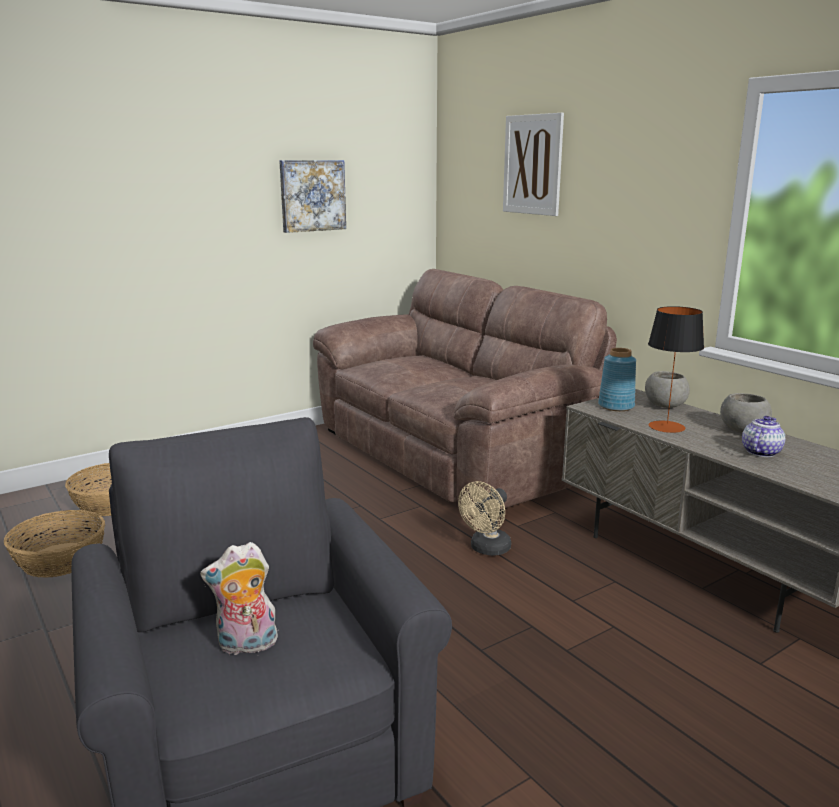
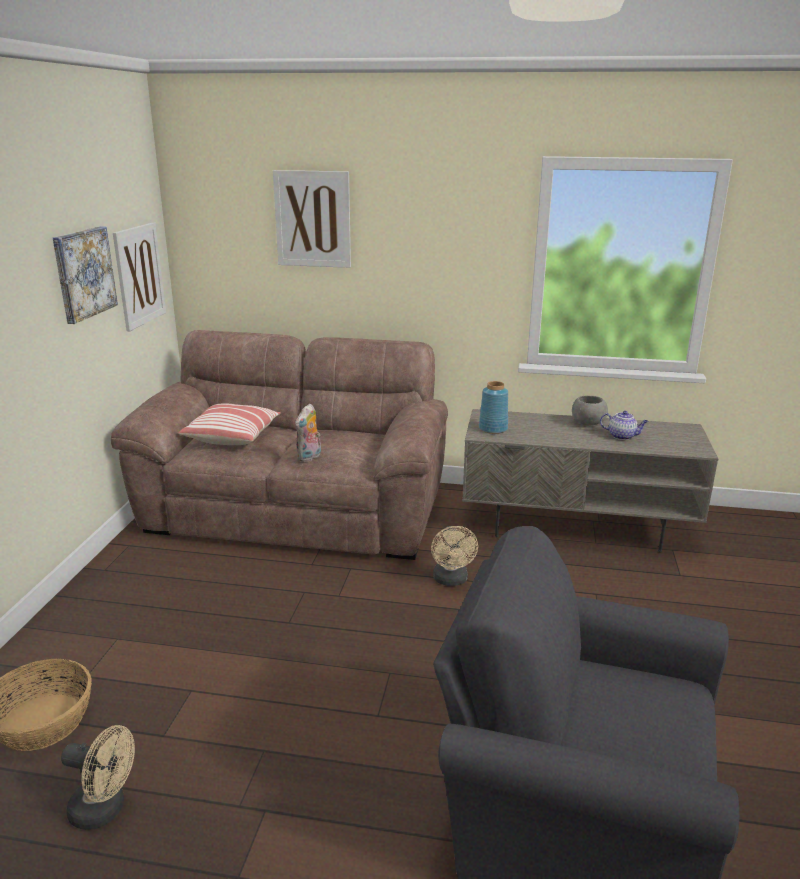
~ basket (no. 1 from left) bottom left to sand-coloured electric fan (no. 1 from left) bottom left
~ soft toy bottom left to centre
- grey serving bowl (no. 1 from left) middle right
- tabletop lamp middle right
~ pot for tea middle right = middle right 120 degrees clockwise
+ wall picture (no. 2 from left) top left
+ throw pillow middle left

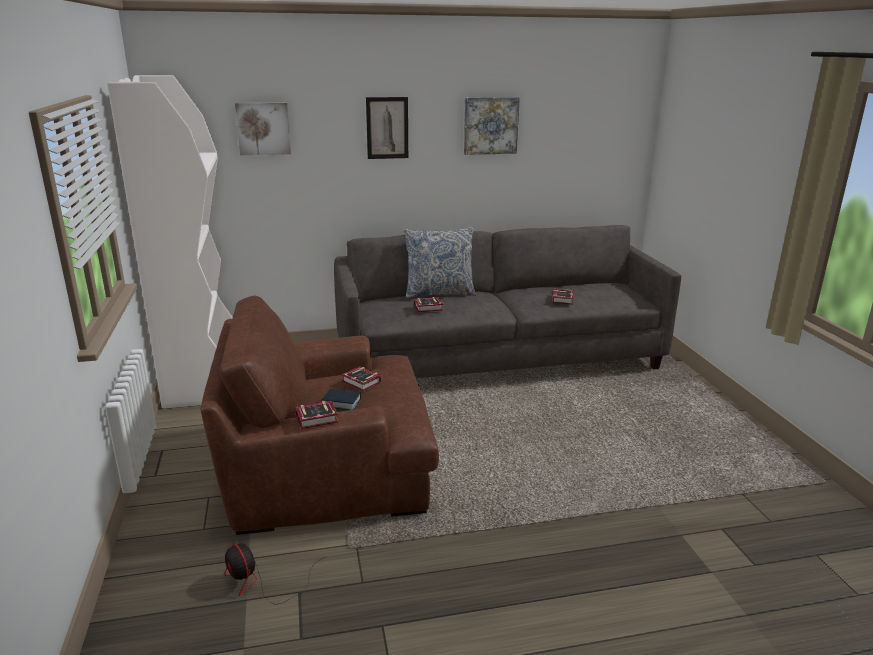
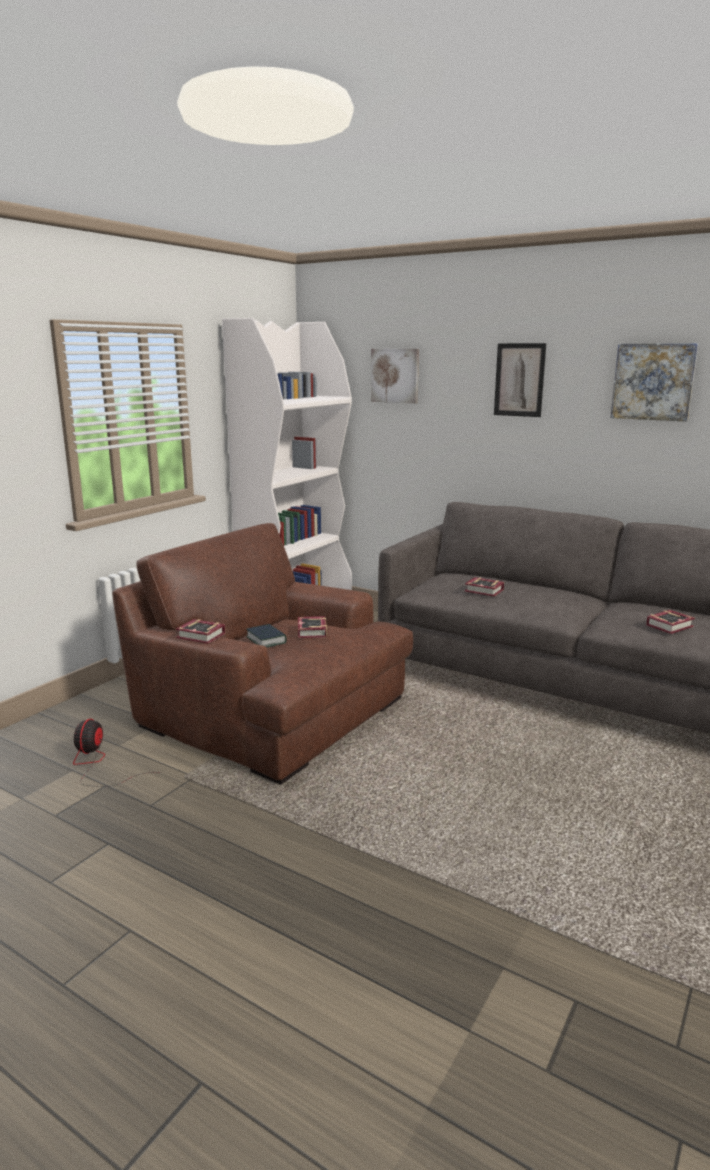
- throw pillow centre

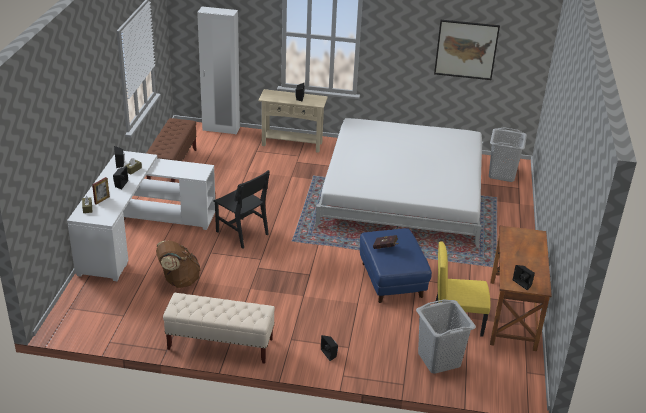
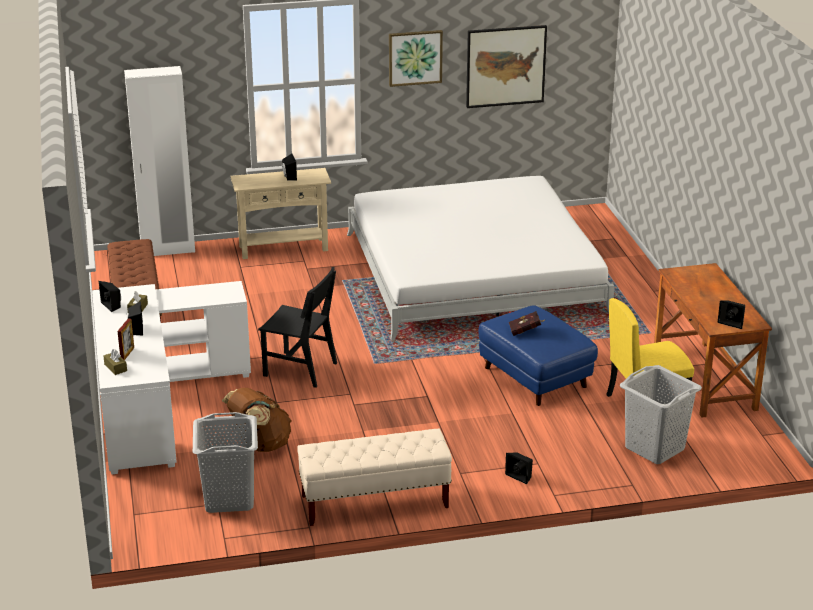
~ grey washing basket (no. 2 from left in the first image) middle right to grey washing basket (no. 1 from left) bottom left
+ wall picture (no. 1 from left) top centre

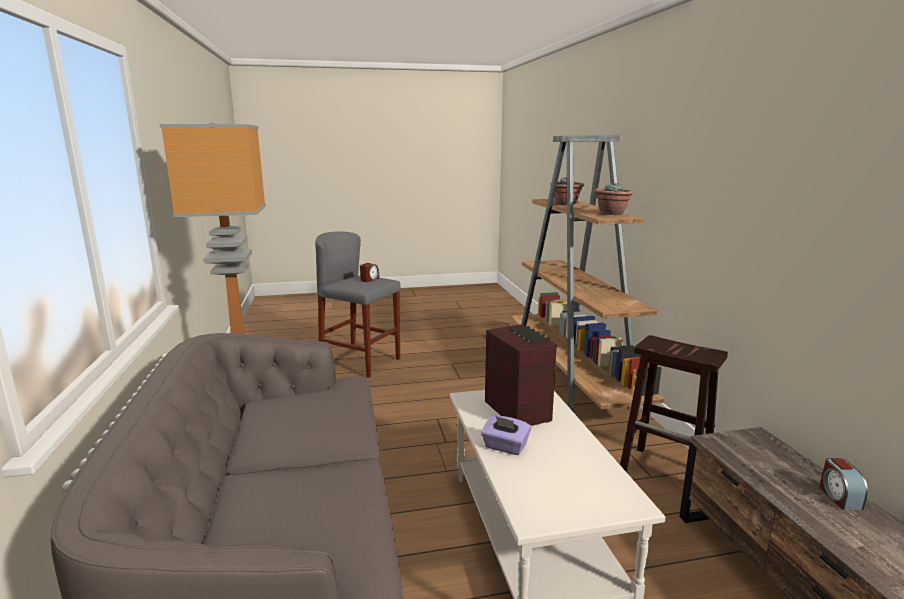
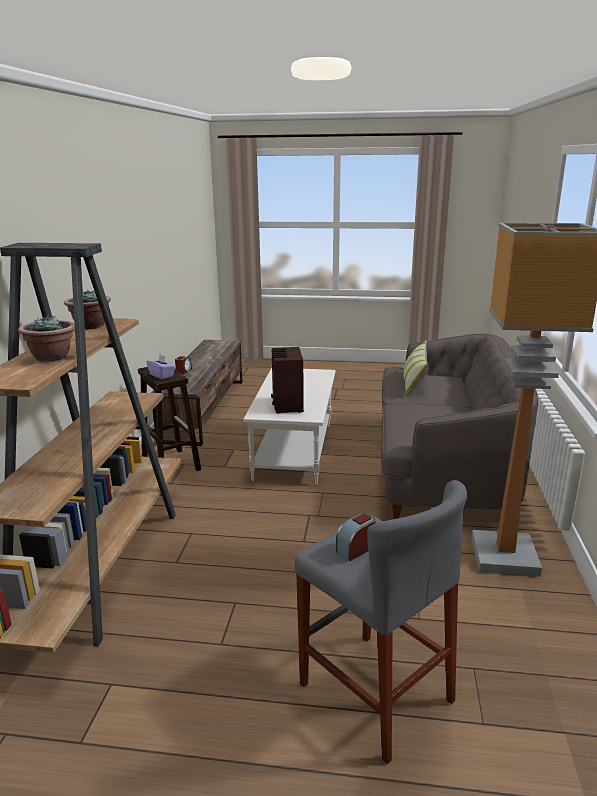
~ purple-coloured box of tissues bottom centre to middle left
+ throw pillow middle right

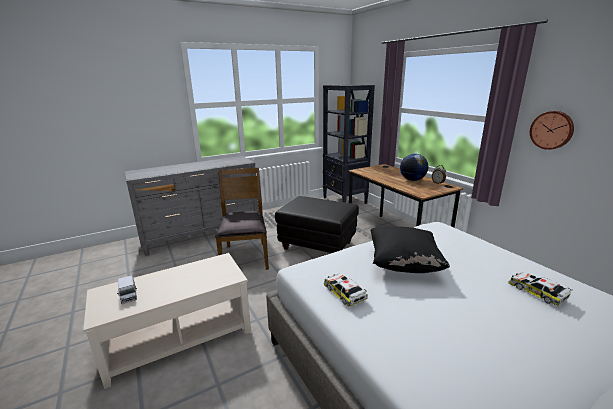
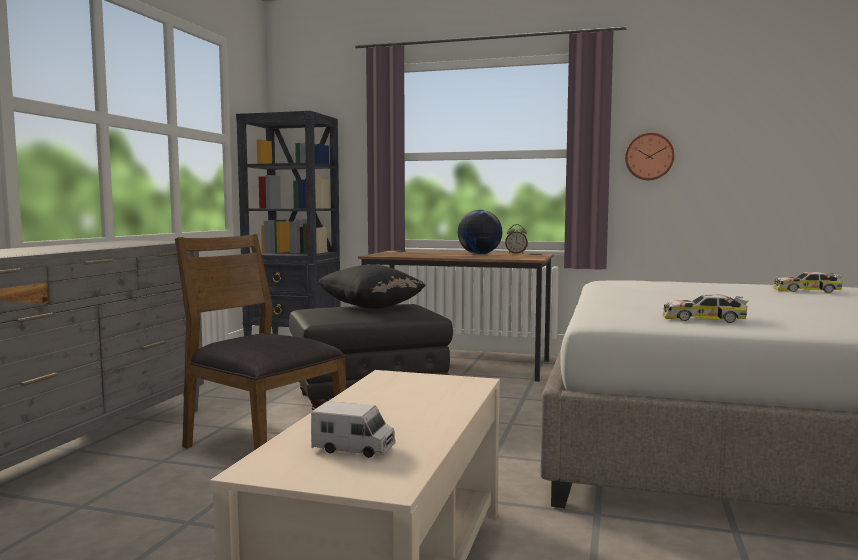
~ blackish throw pillow middle right to centre

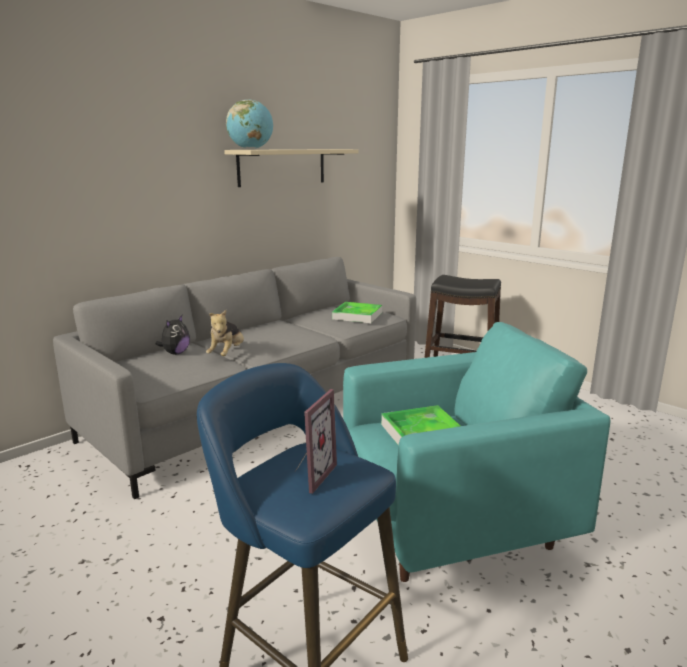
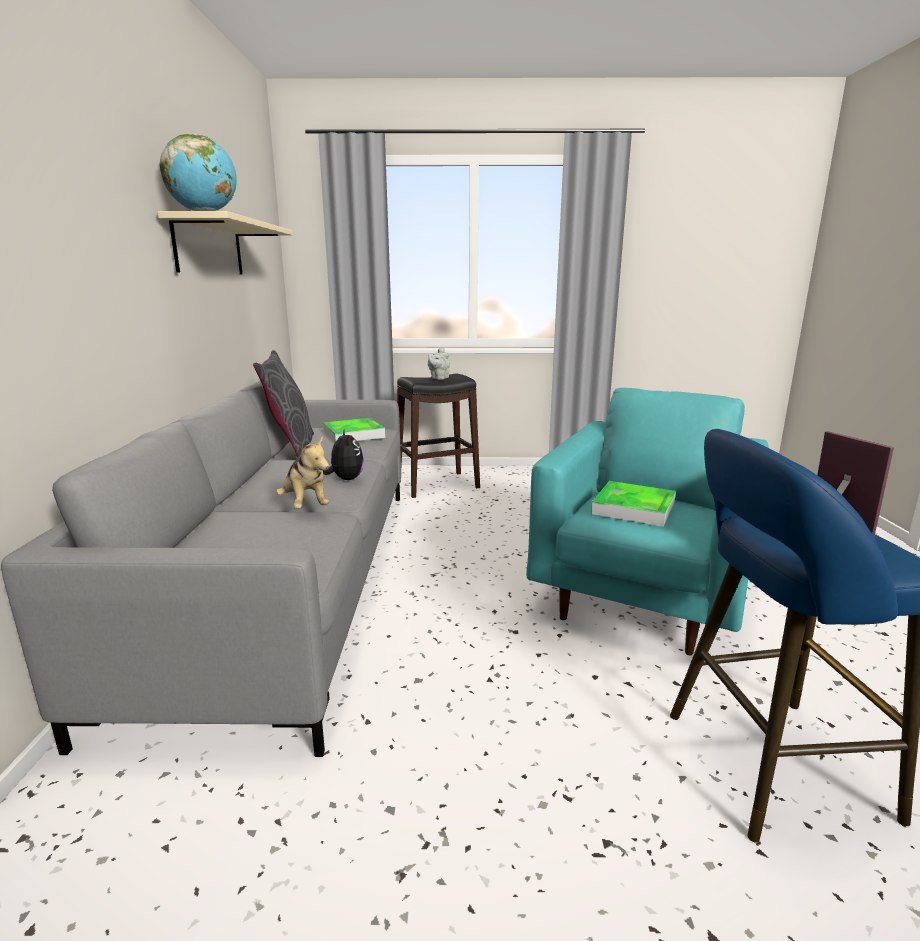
~ soft toy (no. 1 from left in the first image) middle left to soft toy (no. 2 from left) centre
+ grey throw pillow middle left
+ grey pot for tea centre

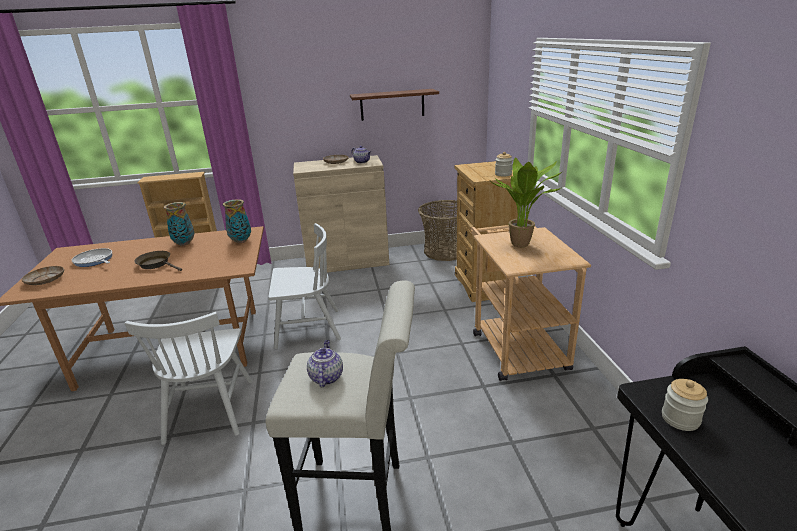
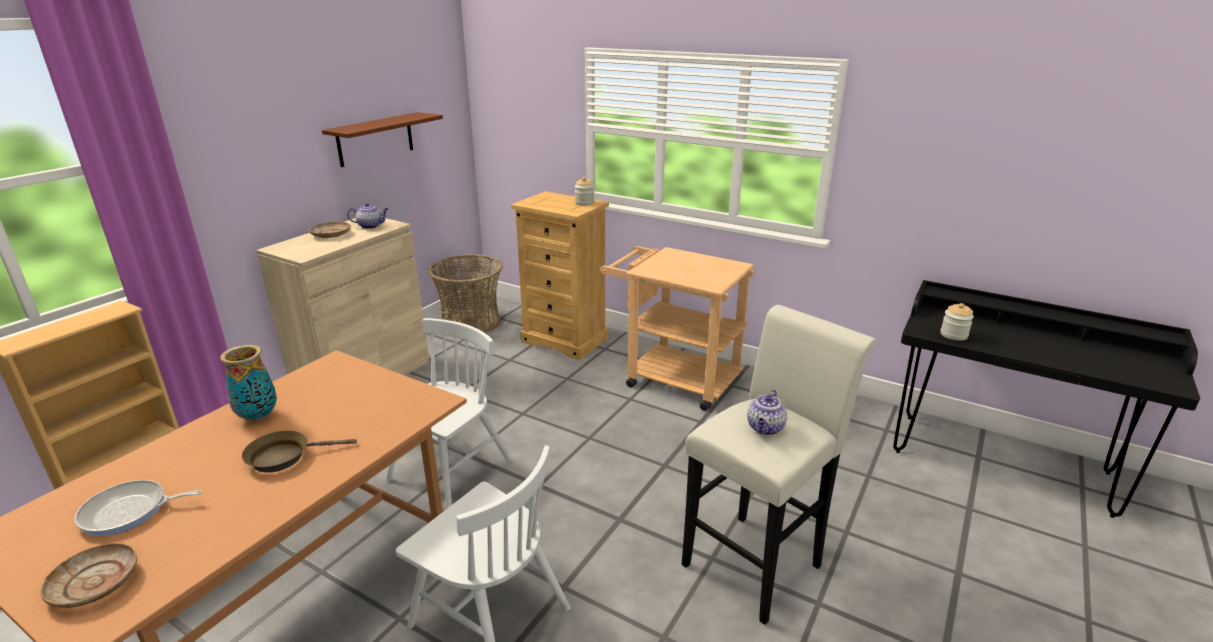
- decorative vase (no. 2 from left) middle left
~ pot for tea (no. 1 from left in the first image) bottom centre = centre 105 degrees counterclockwise
- houseplant centre

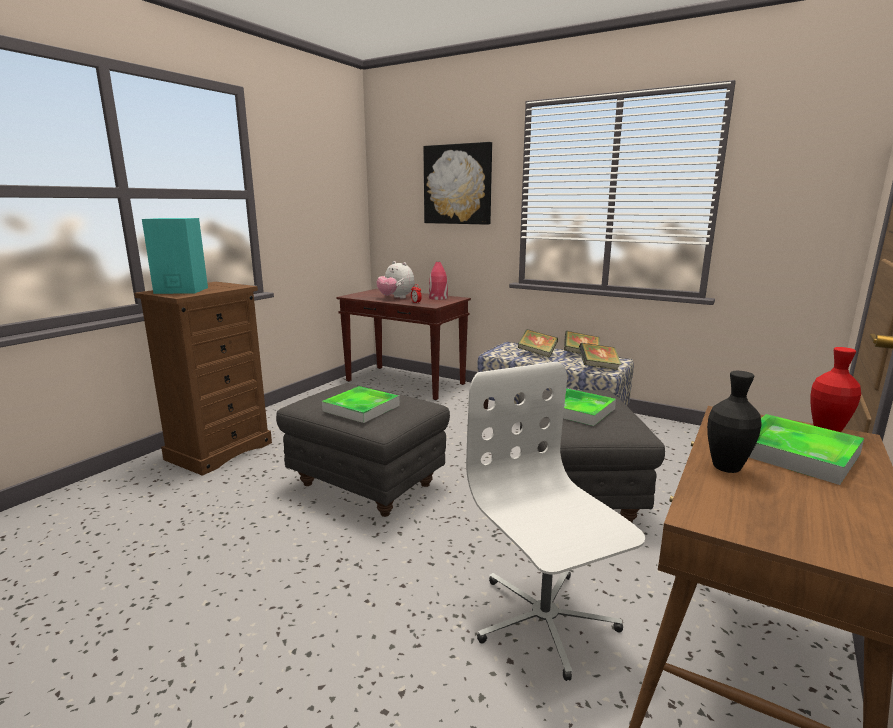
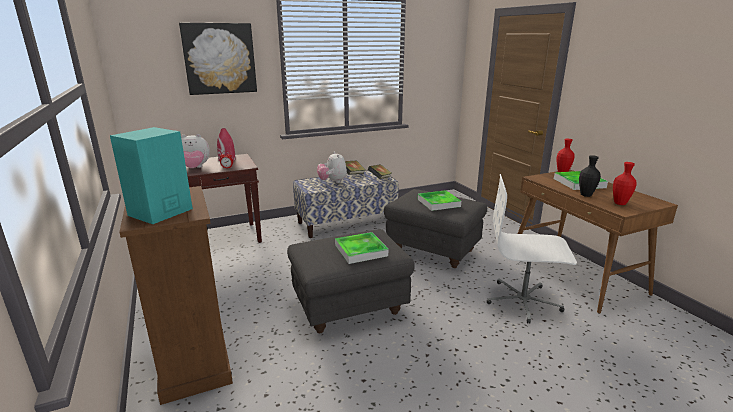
~ volume (no. 1 from left) centre to soft toy (no. 2 from left) centre
+ reddish decorative vase (no. 3 from left) middle right

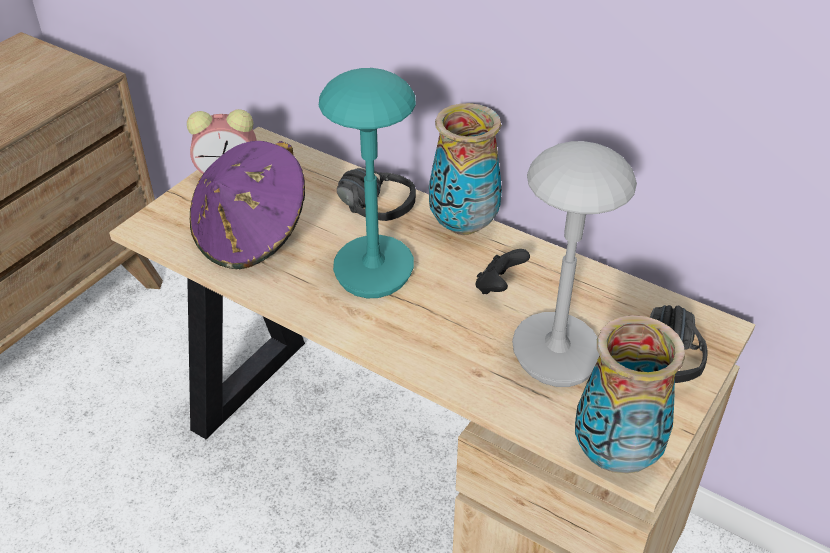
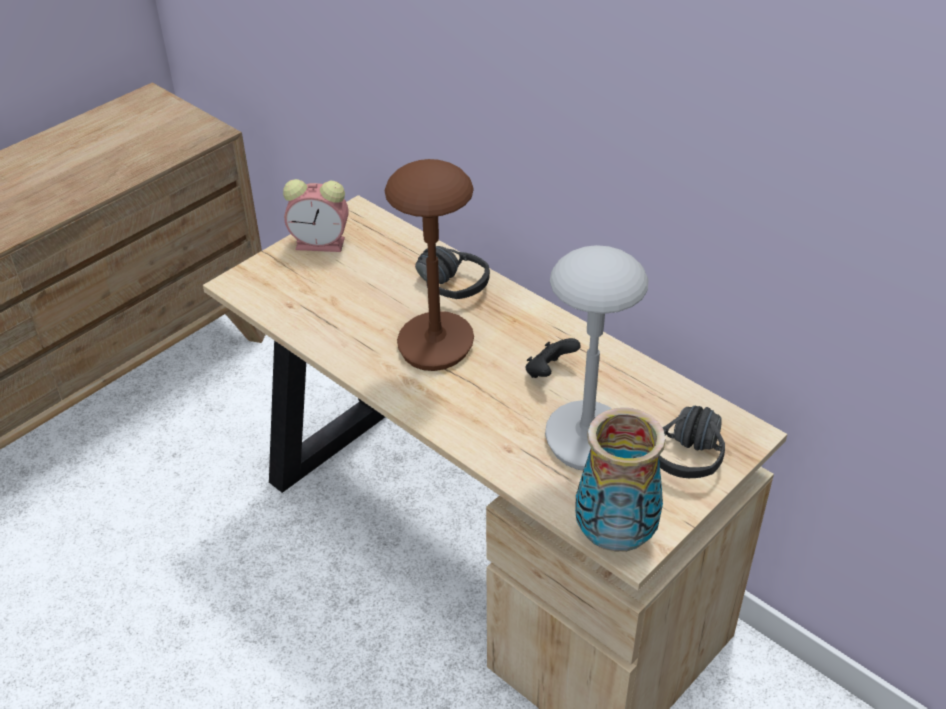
- purple-coloured hat middle left
~ turquoise tabletop lamp top centre to brown-coloured tabletop lamp centre
- decorative vase (no. 1 from left) top centre

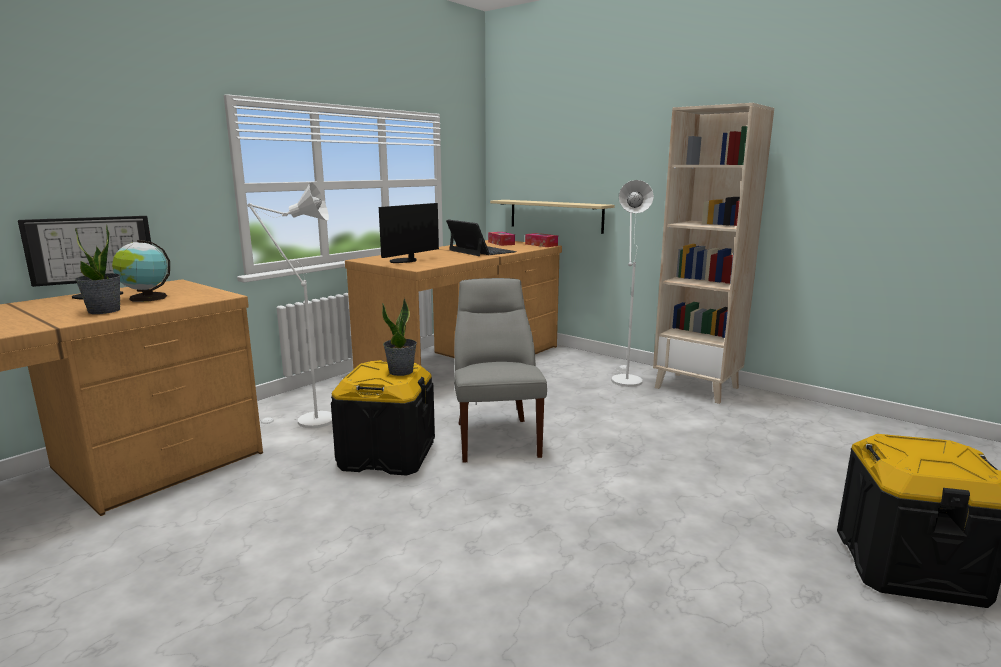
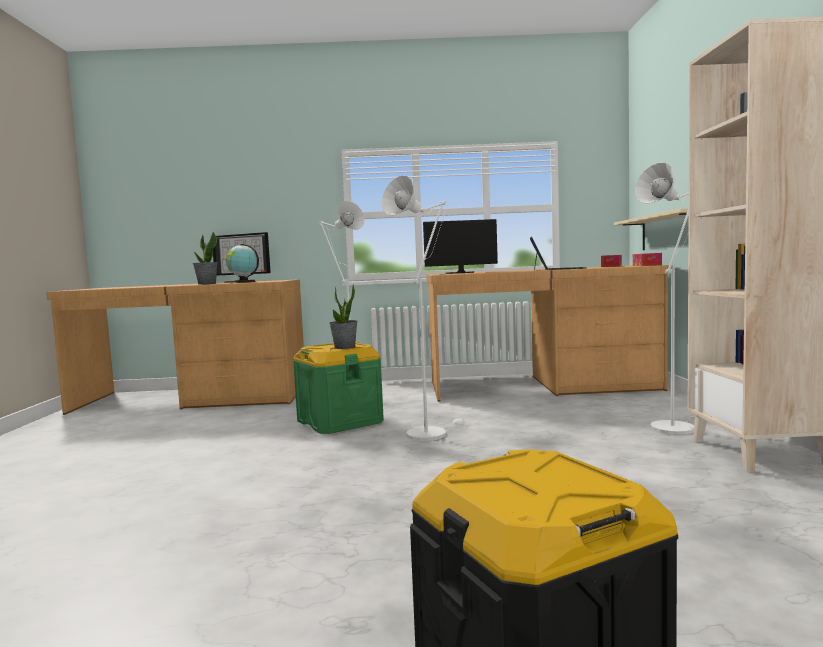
~ blackish storage container (no. 1 from left) centre to green storage container centre
~ grey upright chair centre to white standard lamp (no. 2 from left) centre

